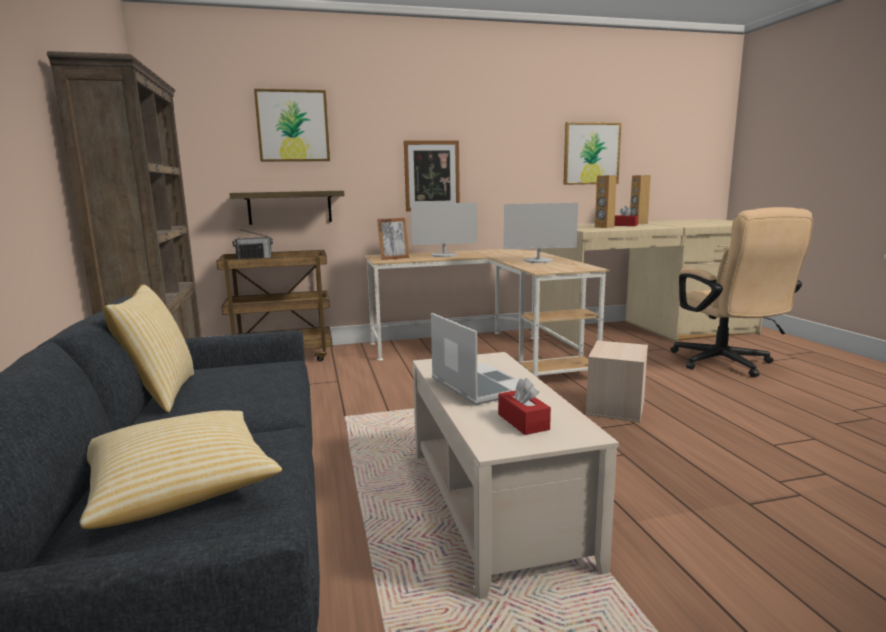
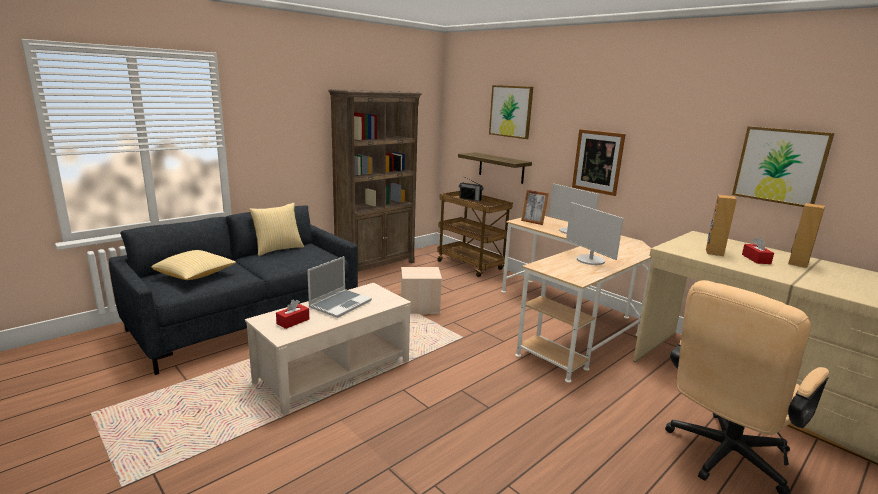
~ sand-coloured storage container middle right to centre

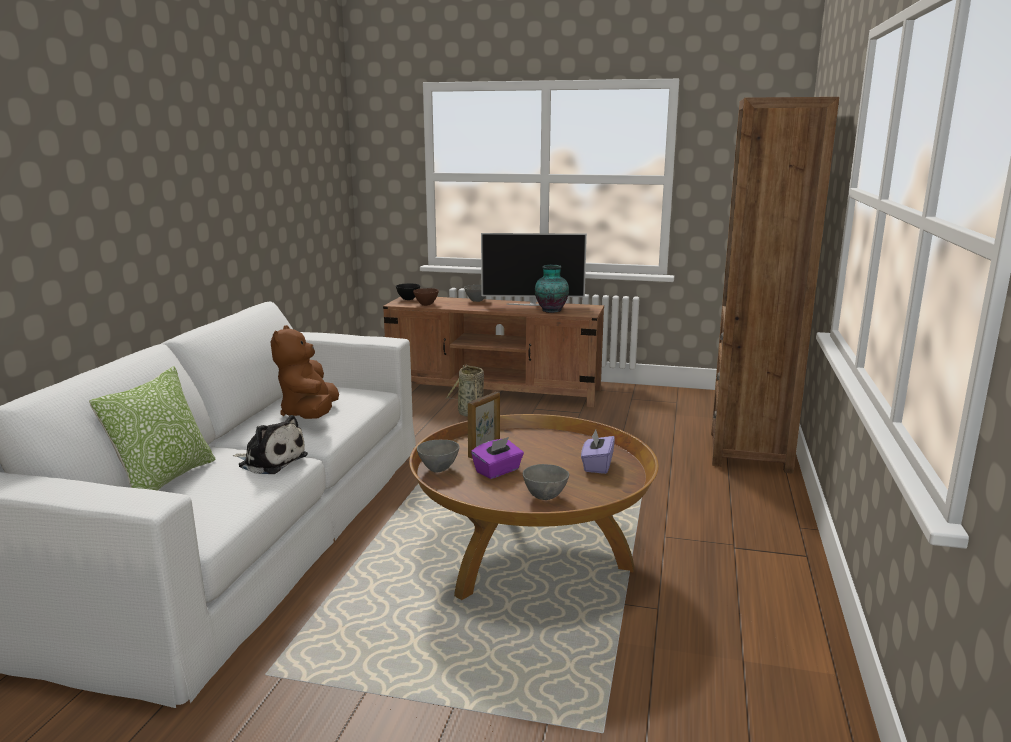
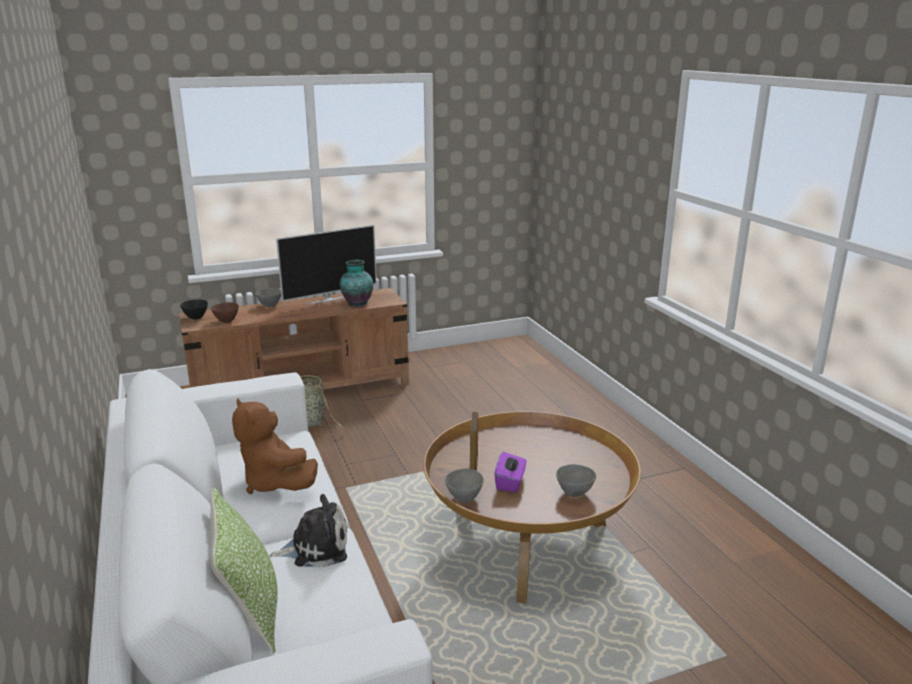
- purple-coloured box of tissues (no. 2 from left) centre
- brown-coloured bookcase middle right

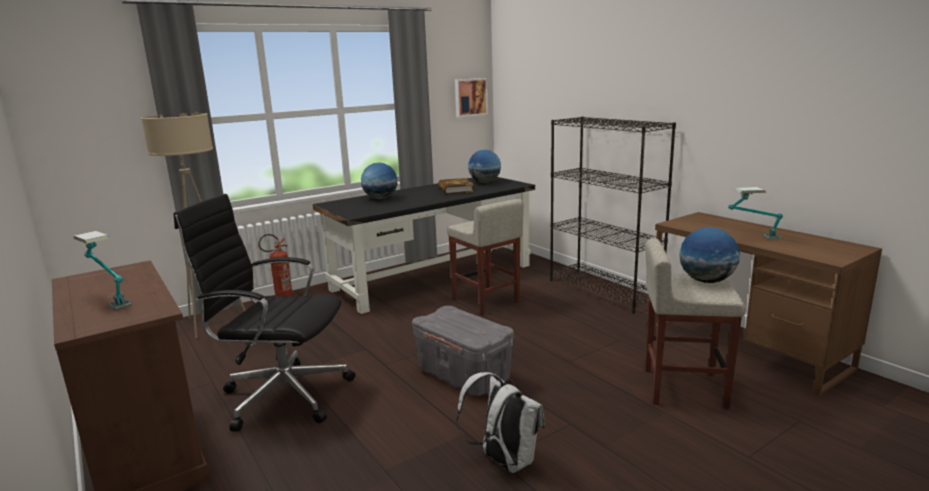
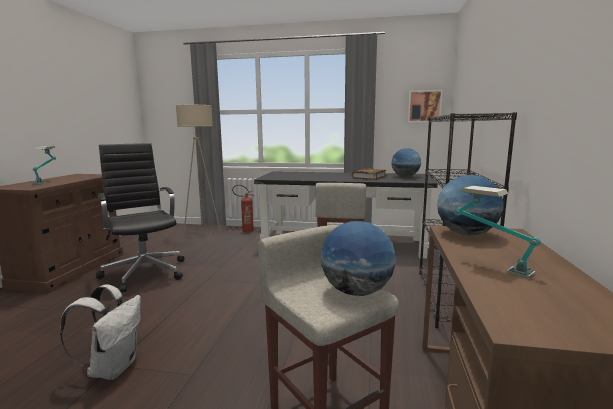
~ world globe (no. 1 from left in the first image) centre to world globe (no. 3 from left) middle right
- grey storage container bottom centre

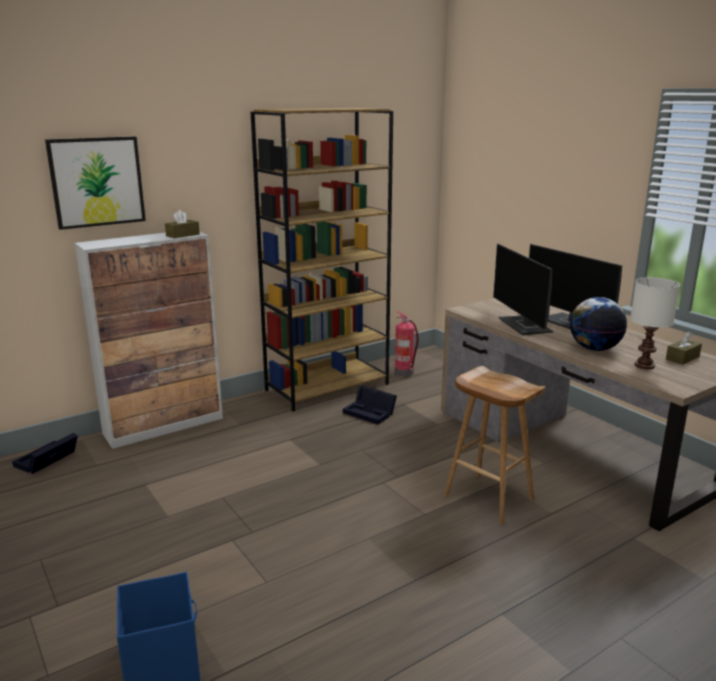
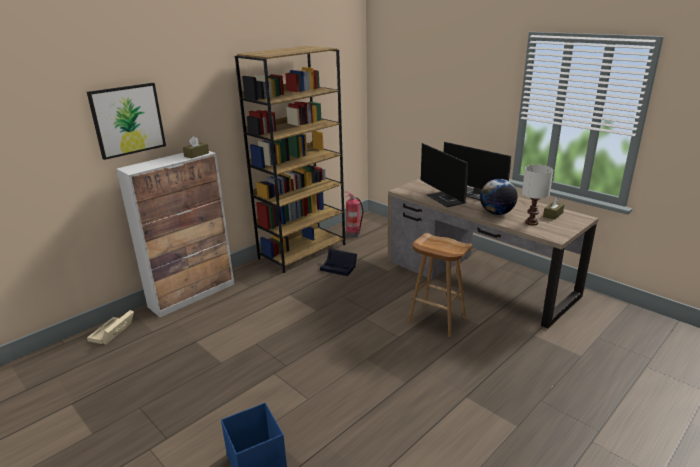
~ blackish storage container (no. 1 from left) middle left to sand-coloured storage container bottom left

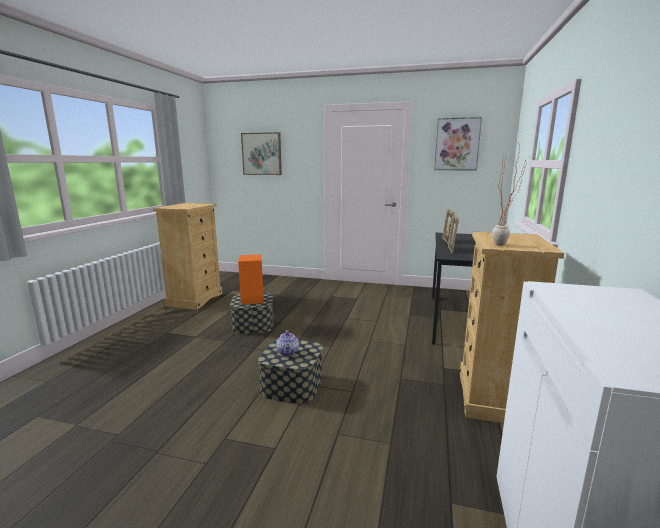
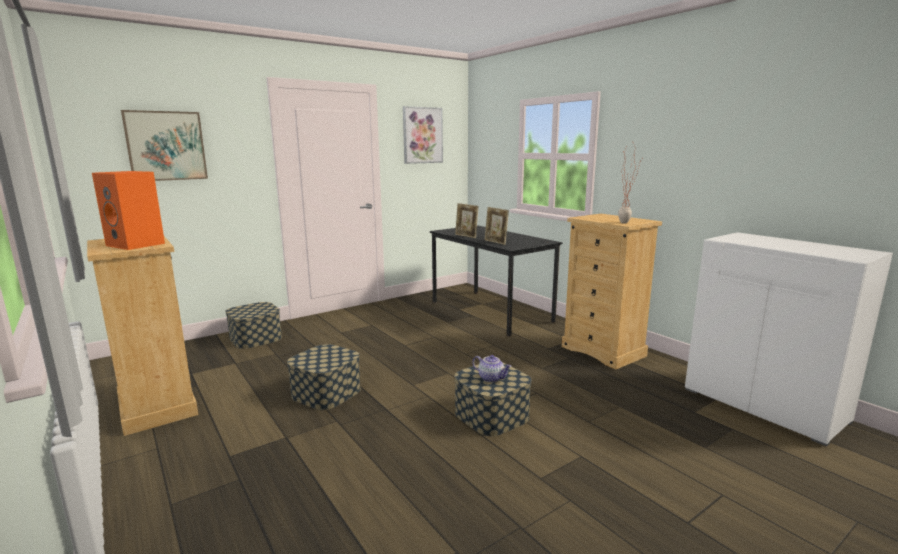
~ orange-coloured speaker centre to middle left
+ storage container (no. 1 from left) middle left

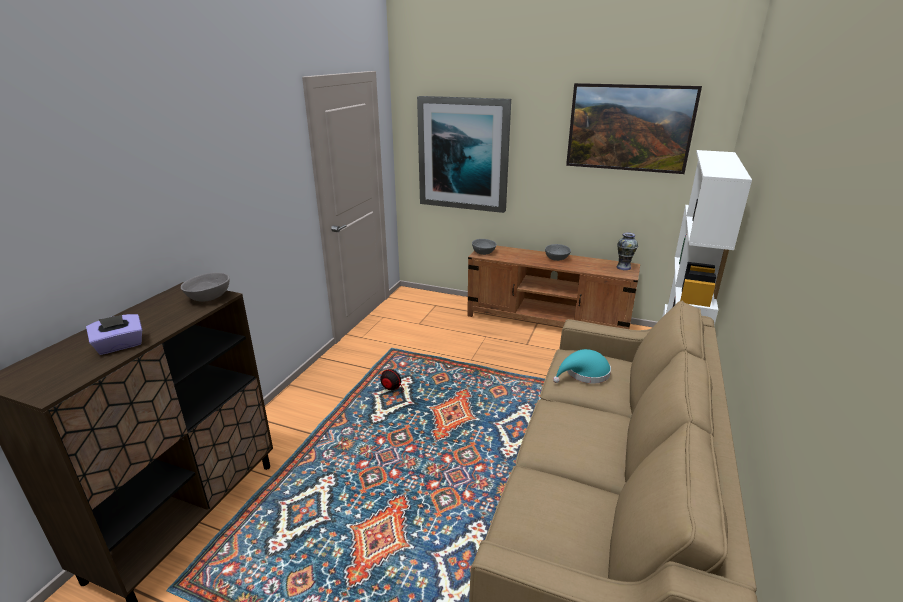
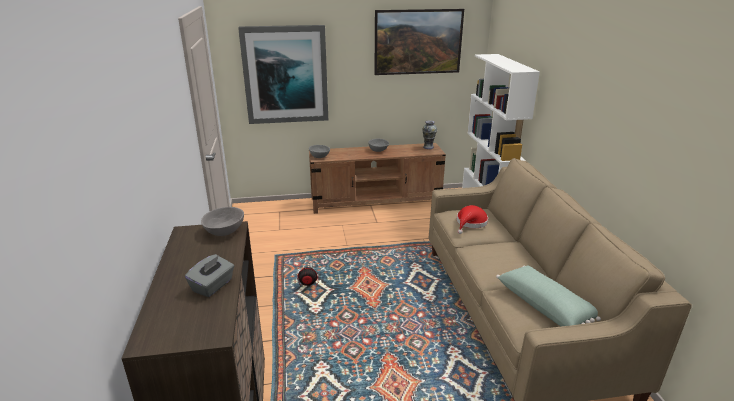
~ purple-coloured box of tissues middle left to grey box of tissues bottom left
~ turquoise hat centre to reddish hat centre
+ green throw pillow bottom right

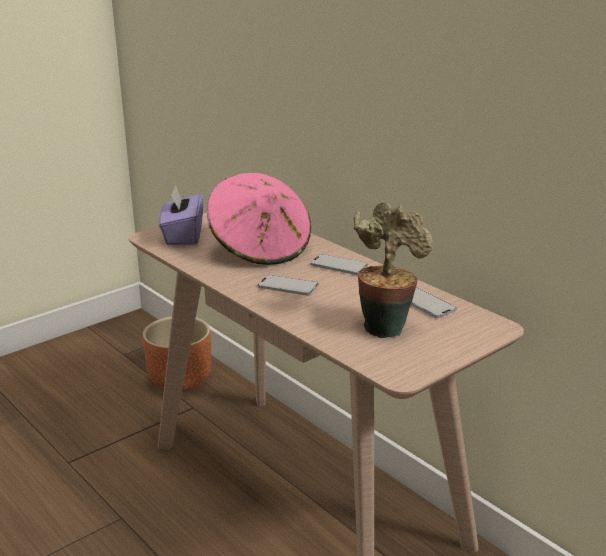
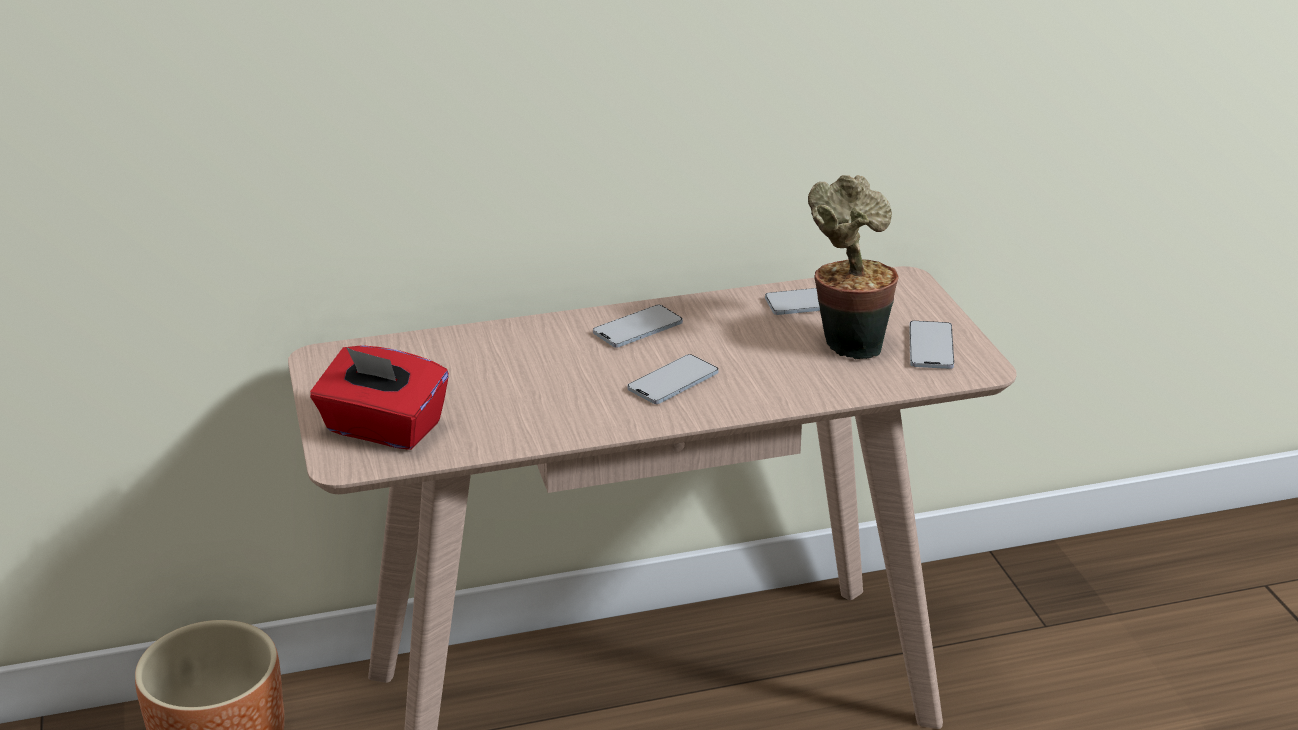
~ purple-coloured box of tissues middle left to reddish box of tissues middle left
- pinkish hat centre
+ phone (no. 4 from left) middle right

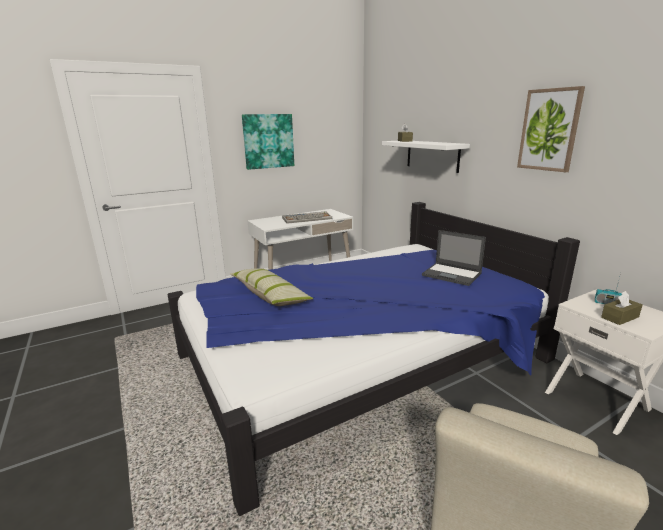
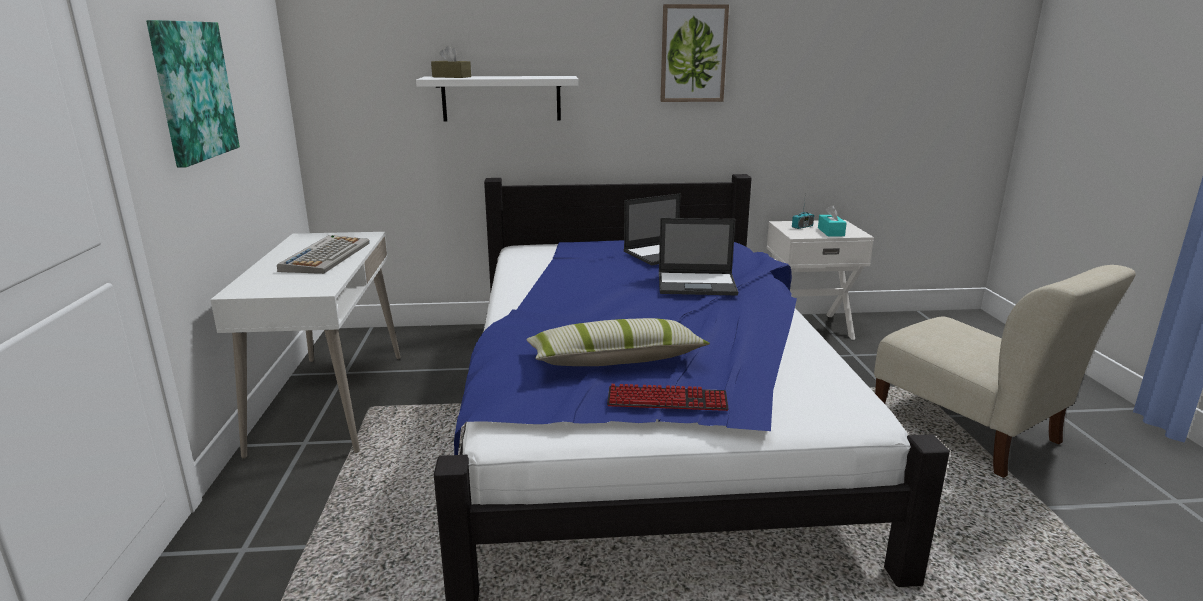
~ brown-coloured box of tissues (no. 2 from left) middle right to turquoise box of tissues middle right
+ keyboard (no. 2 from left) centre
+ notebook computer (no. 2 from left) centre

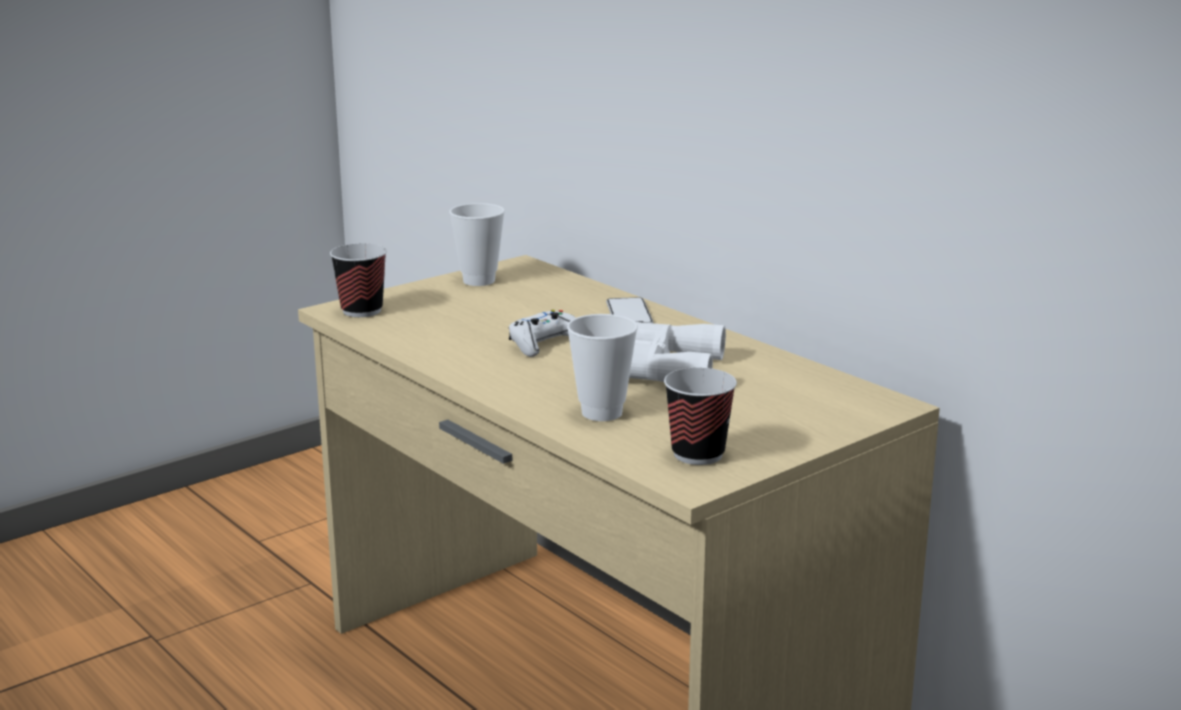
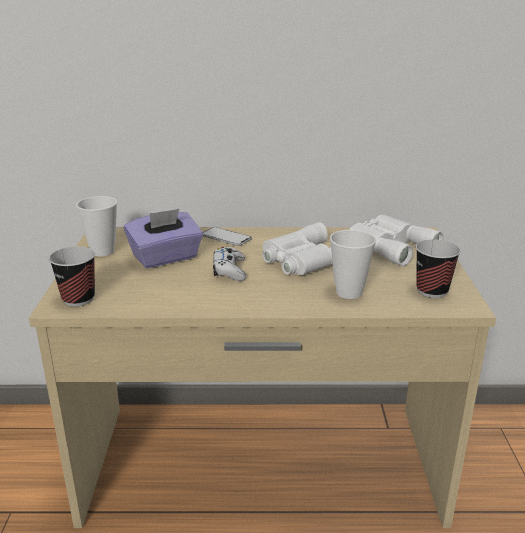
+ purple-coloured box of tissues middle left
+ white binoculars (no. 2 from left) middle right

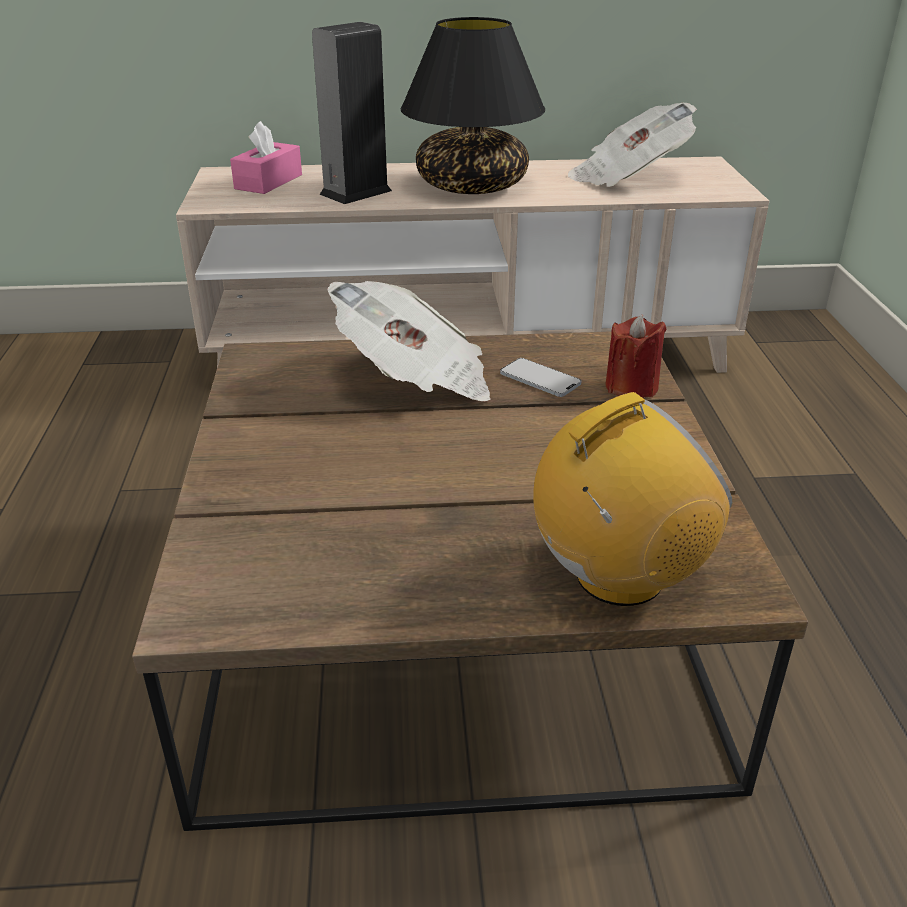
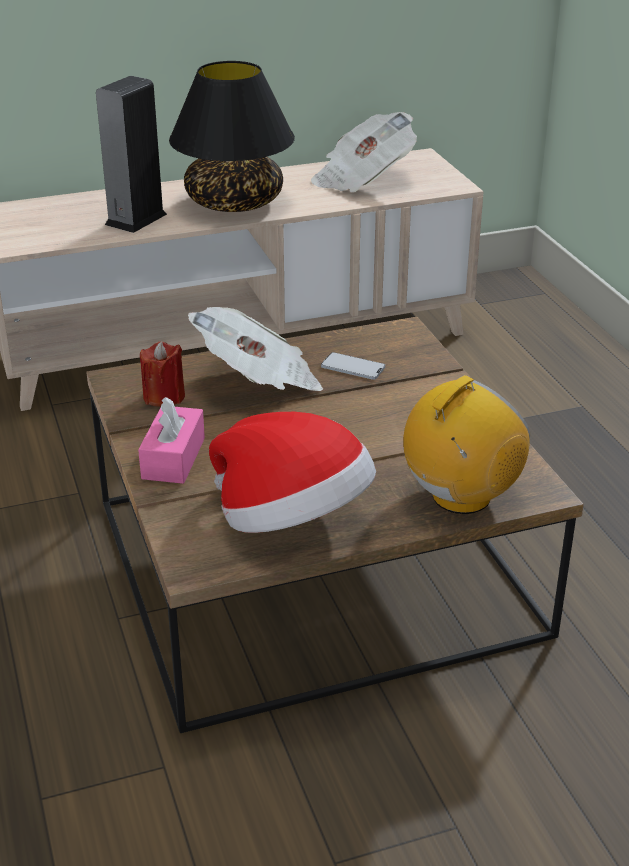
~ pinkish box of tissues top left to middle left
~ reddish wax light middle right to middle left
+ hat centre

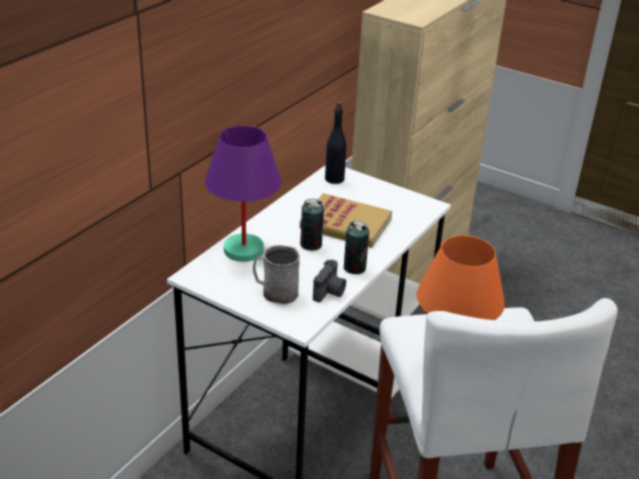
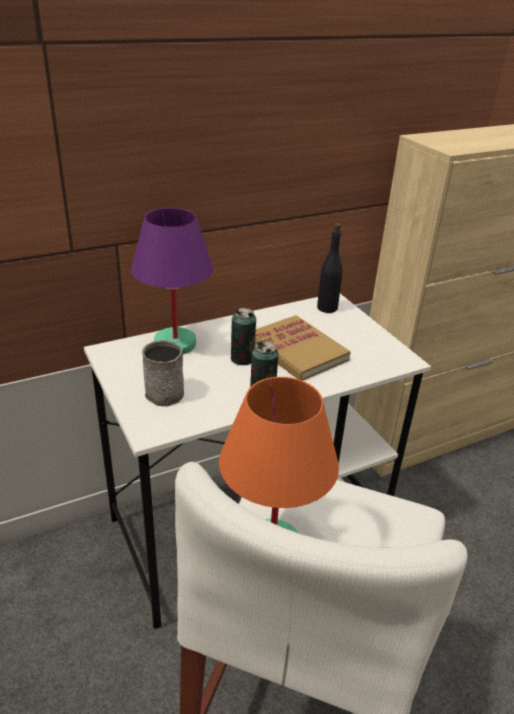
- still camera centre

